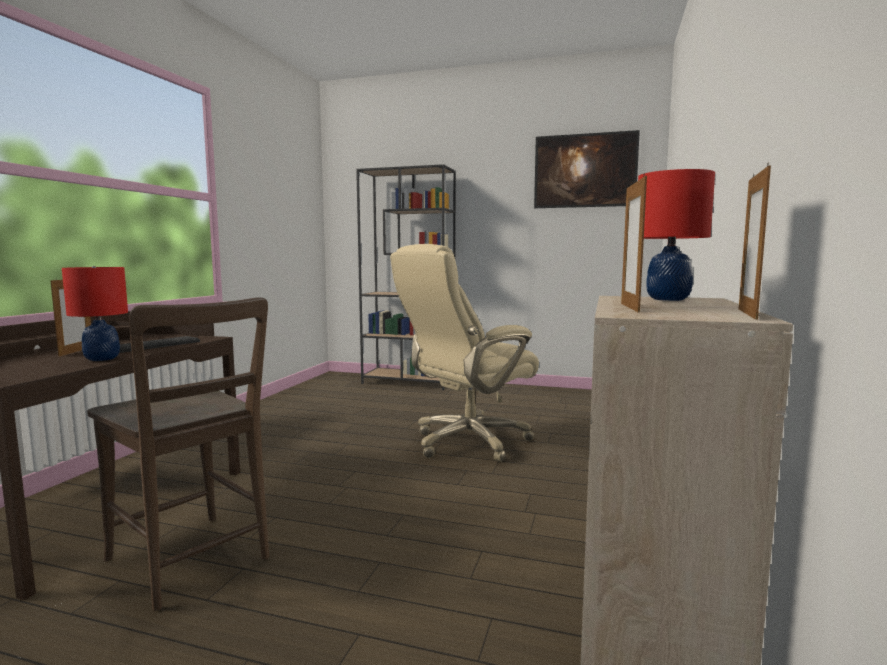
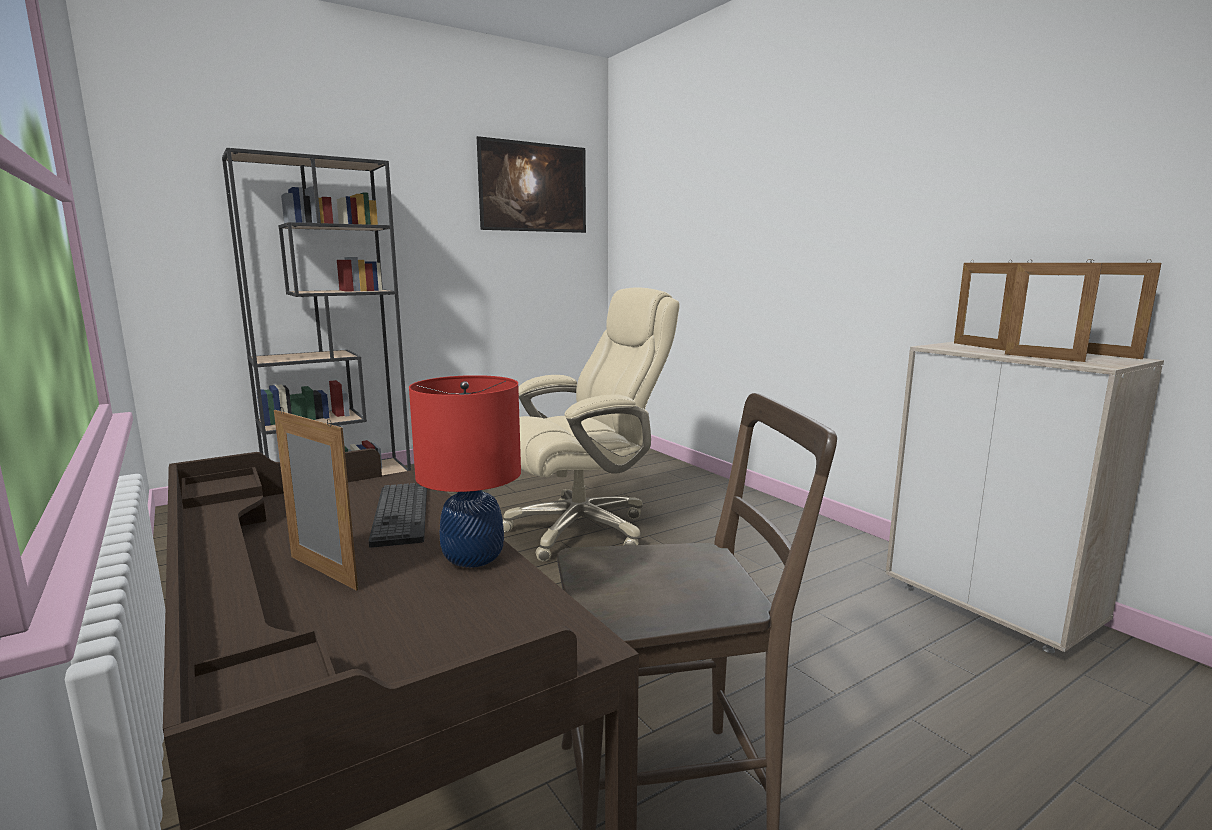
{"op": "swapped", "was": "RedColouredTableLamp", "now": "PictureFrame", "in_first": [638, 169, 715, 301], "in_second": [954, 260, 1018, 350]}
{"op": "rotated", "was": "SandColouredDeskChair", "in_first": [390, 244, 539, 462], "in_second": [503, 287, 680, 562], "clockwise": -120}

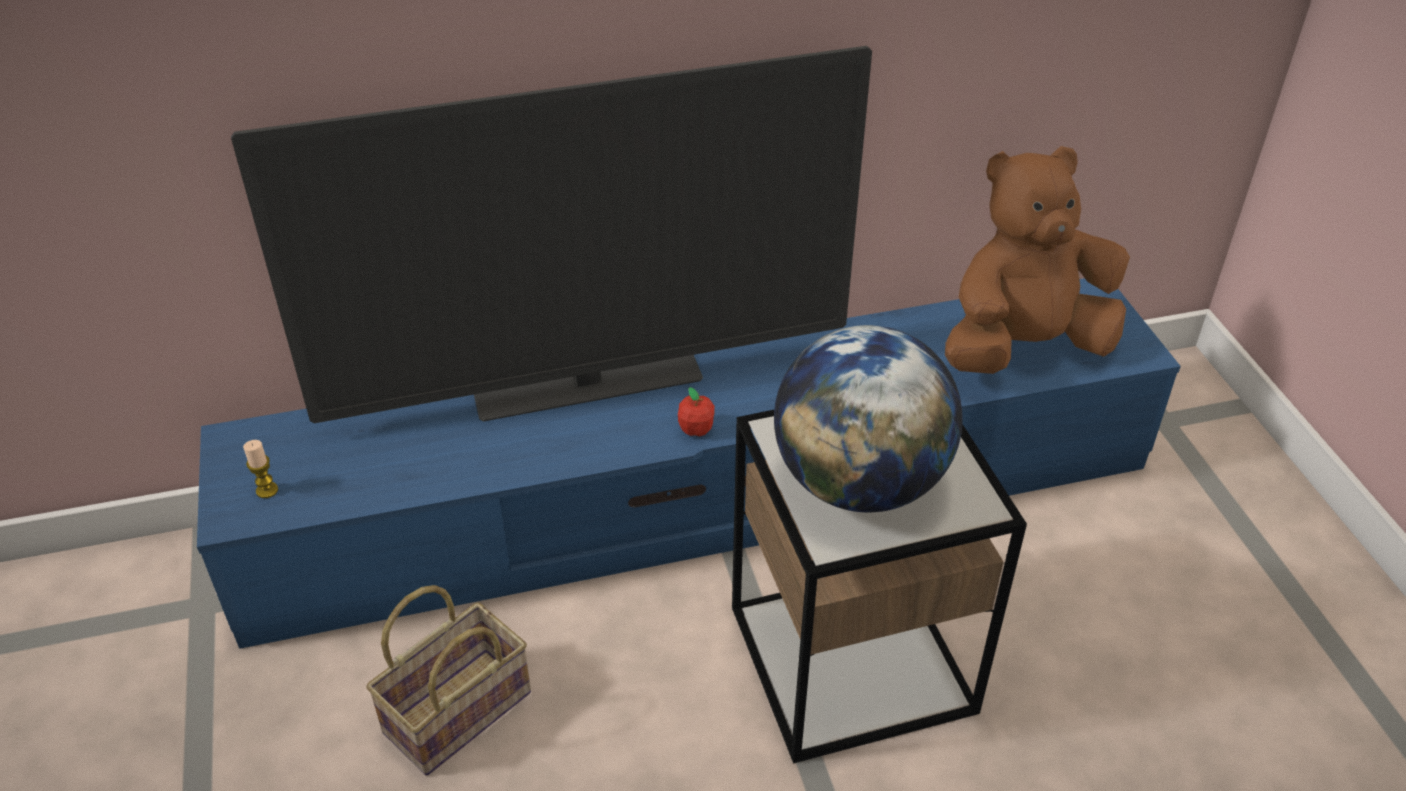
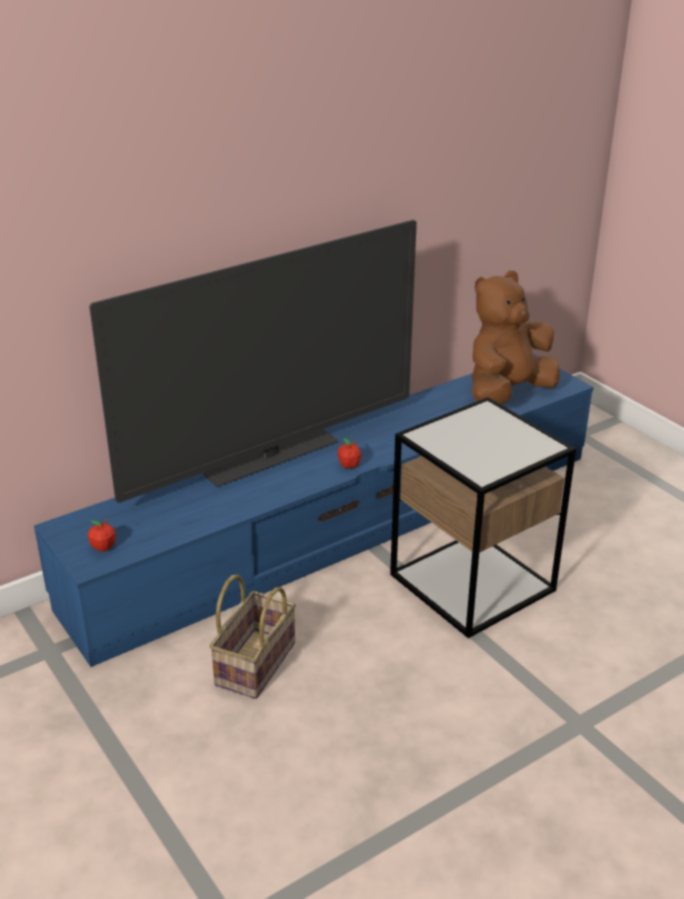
{"op": "gone", "was": "Globe", "in_first": [774, 325, 963, 512]}
{"op": "swapped", "was": "WaxLight", "now": "AppleFruit", "in_first": [243, 440, 278, 498], "in_second": [88, 519, 116, 552]}

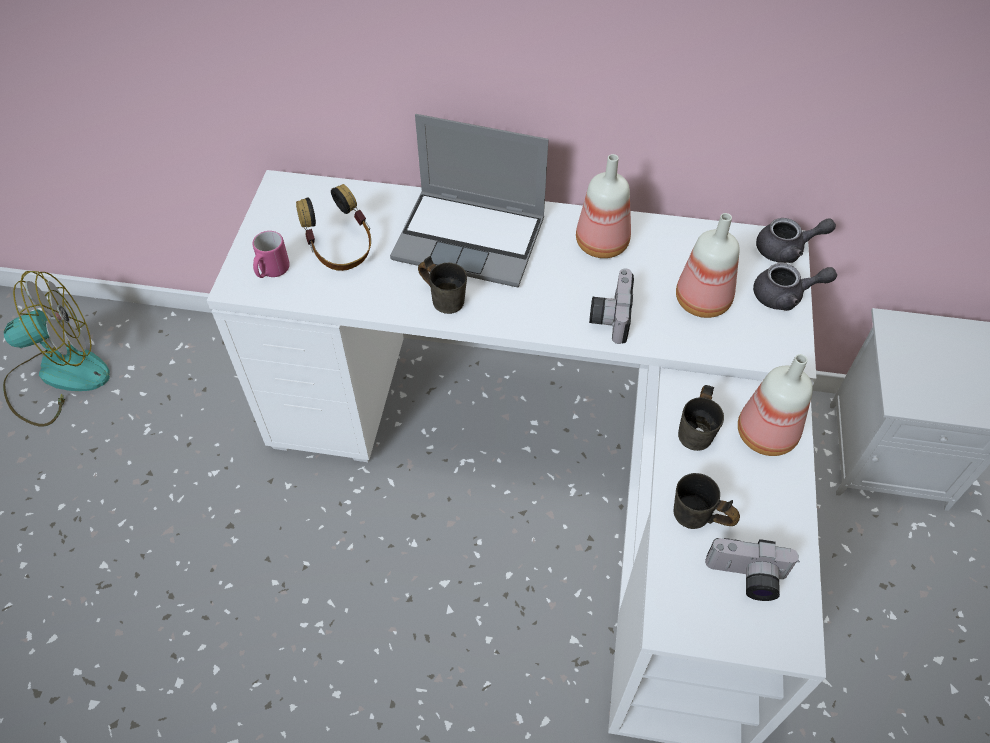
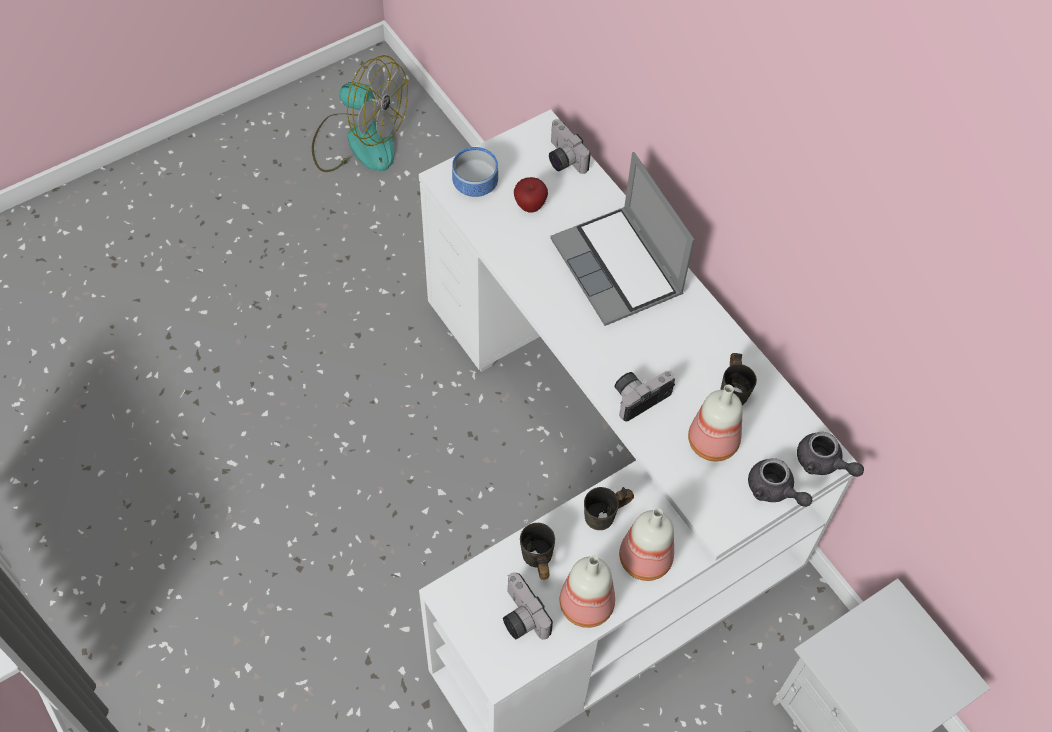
{"op": "shifted", "was": "Bottle", "in_first": [576, 154, 631, 258], "in_second": [560, 556, 615, 628]}
{"op": "swapped", "was": "Headset", "now": "AppleFruit", "in_first": [296, 184, 371, 271], "in_second": [514, 177, 548, 213]}
{"op": "swapped", "was": "PinkColouredCoffeeMug", "now": "ServingBowl", "in_first": [253, 231, 290, 278], "in_second": [452, 147, 498, 197]}
{"op": "shifted", "was": "GreyCoffeeMug", "in_first": [418, 256, 467, 314], "in_second": [720, 353, 757, 405]}
{"op": "new", "now": "PhotoCamera", "in_second": [549, 119, 591, 174]}

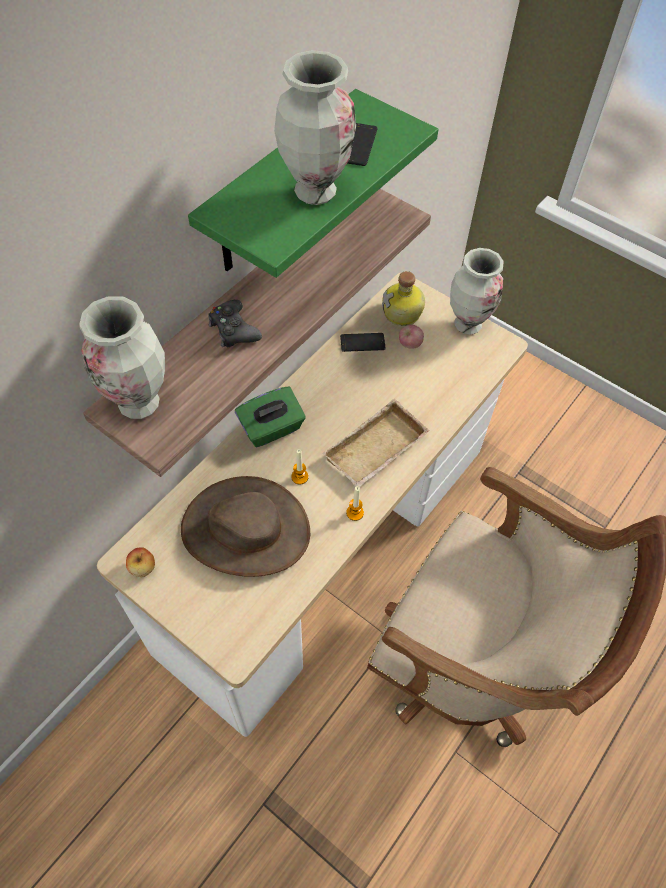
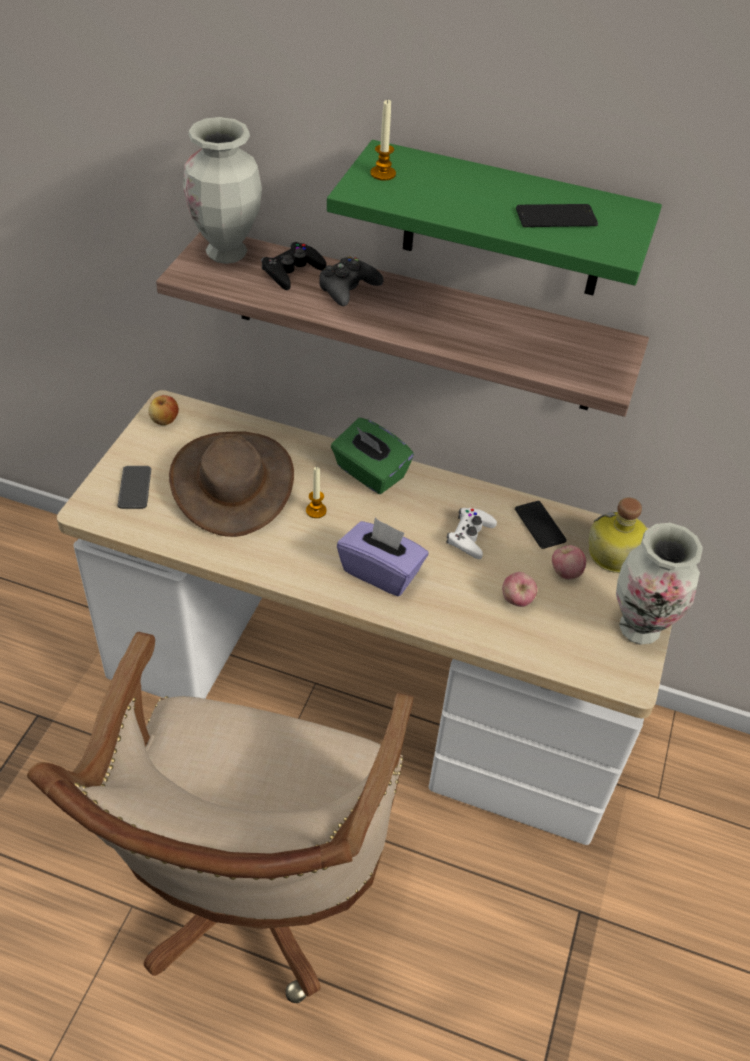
{"op": "gone", "was": "Vase", "in_first": [274, 50, 356, 205]}
{"op": "swapped", "was": "SandColouredCarryingTray", "now": "PurpleColouredTissueBox", "in_first": [323, 399, 430, 487], "in_second": [337, 518, 428, 596]}
{"op": "shifted", "was": "WaxLight", "in_first": [346, 486, 364, 521], "in_second": [370, 99, 396, 181]}
{"op": "new", "now": "BlackishGamepad", "in_second": [261, 242, 326, 290]}
{"op": "new", "now": "Telephone", "in_second": [118, 466, 151, 509]}
{"op": "new", "now": "WhitishGamepad", "in_second": [446, 508, 497, 559]}
{"op": "new", "now": "AppleFruit", "in_second": [502, 572, 537, 607]}

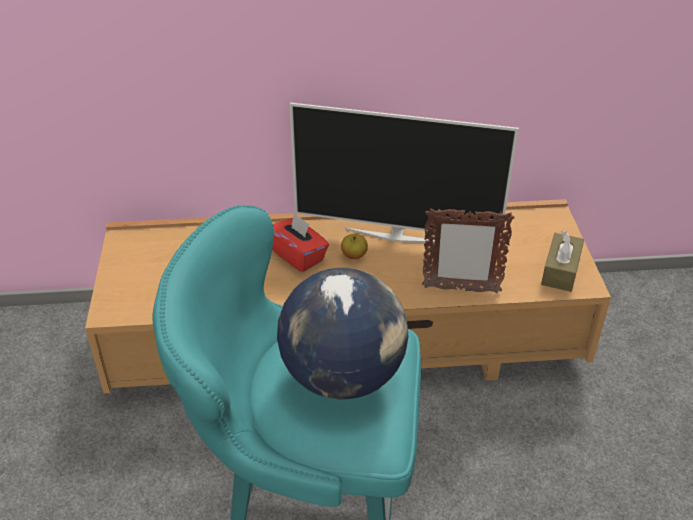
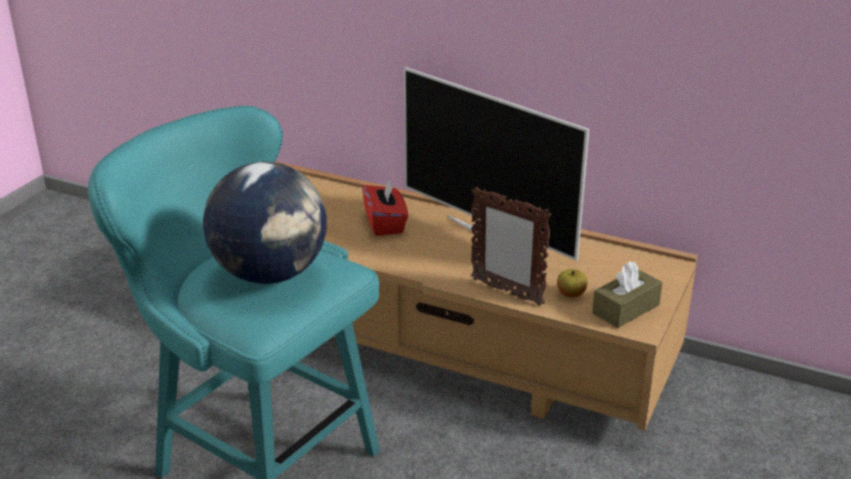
{"op": "shifted", "was": "AppleFruit", "in_first": [341, 234, 368, 259], "in_second": [557, 269, 588, 298]}

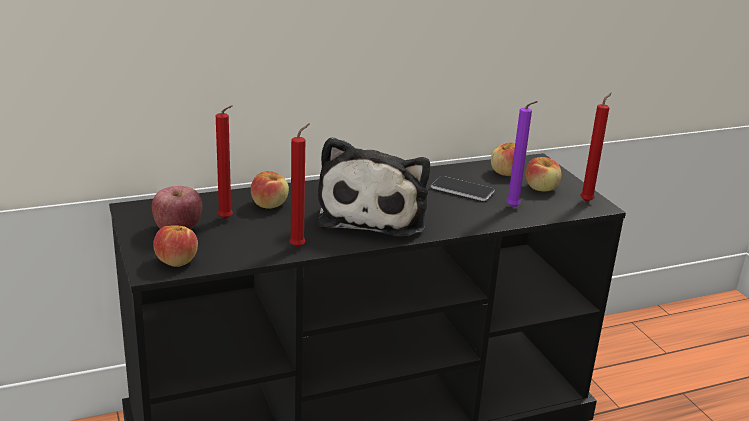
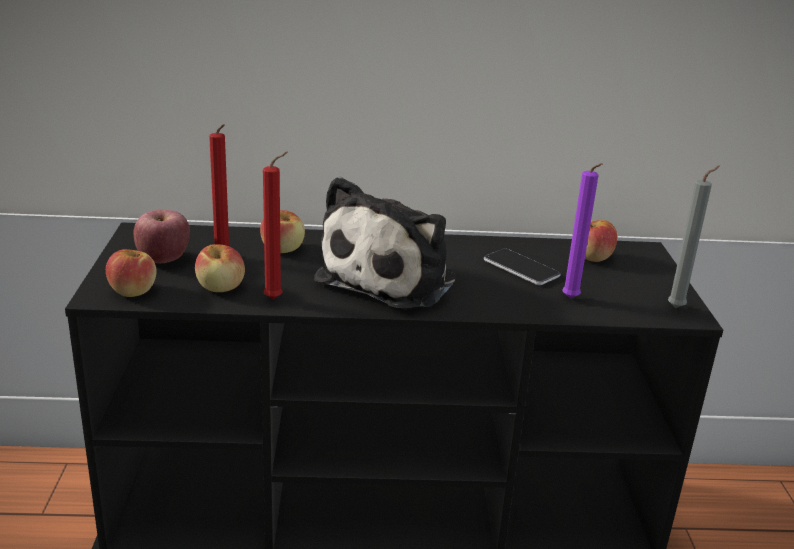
{"op": "repainted", "was": "RedColouredWaxLight", "now": "GreyWaxLight", "in_first": [580, 92, 612, 202], "in_second": [668, 166, 720, 308]}
{"op": "shifted", "was": "AppleFruit", "in_first": [526, 157, 561, 192], "in_second": [195, 244, 245, 292]}

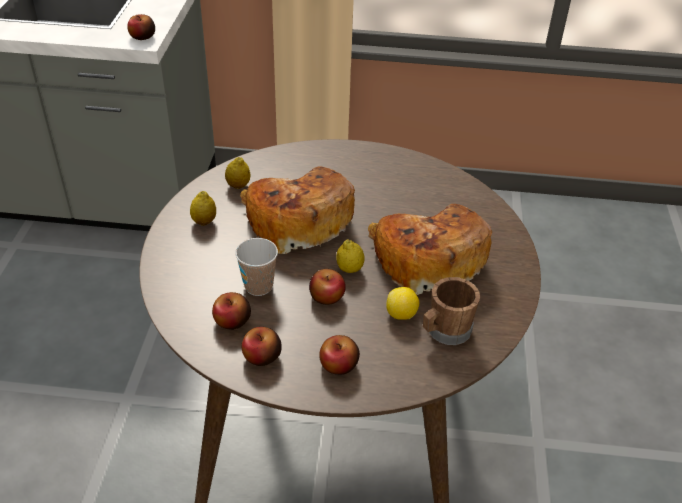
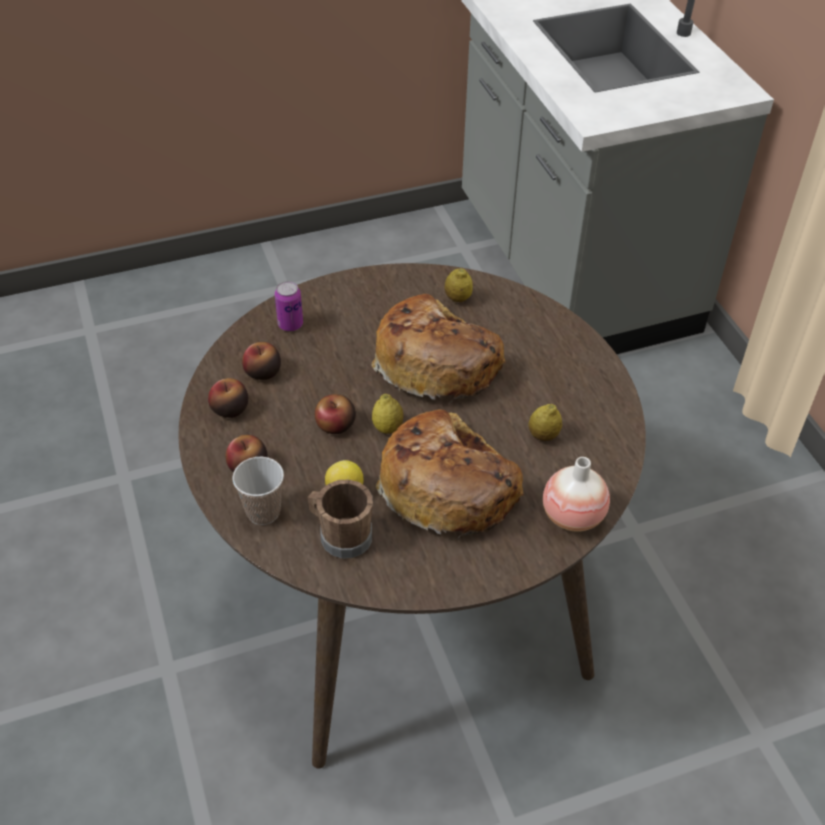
{"op": "gone", "was": "AppleFruit", "in_first": [127, 14, 155, 40]}
{"op": "shifted", "was": "Lemon", "in_first": [190, 191, 216, 226], "in_second": [528, 404, 562, 441]}
{"op": "shifted", "was": "Cup", "in_first": [235, 238, 278, 296], "in_second": [232, 457, 284, 525]}
{"op": "new", "now": "MetalCan", "in_second": [275, 281, 303, 331]}
{"op": "new", "now": "Vase", "in_second": [543, 457, 610, 532]}

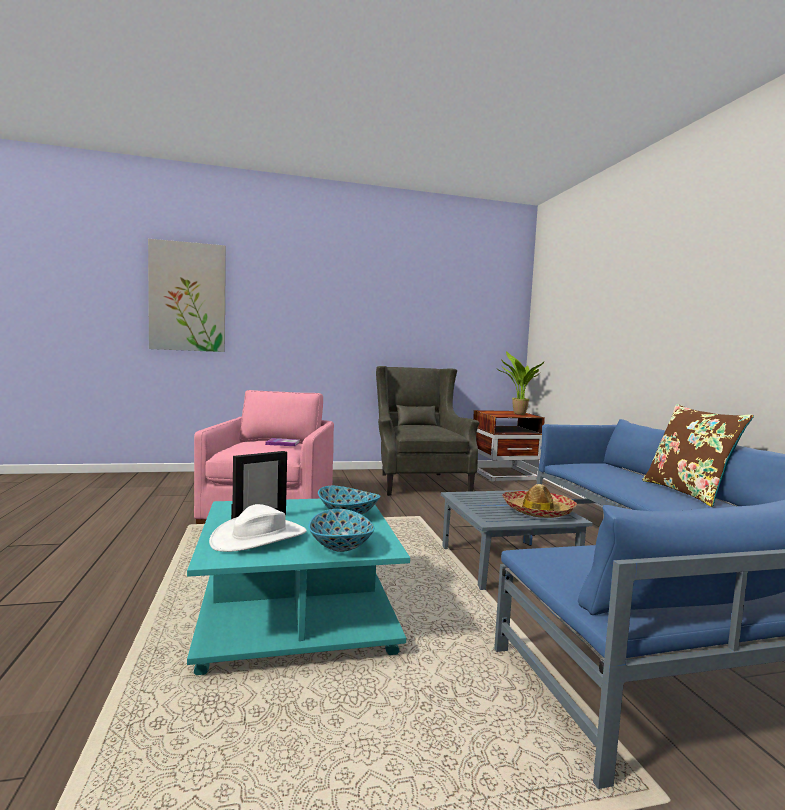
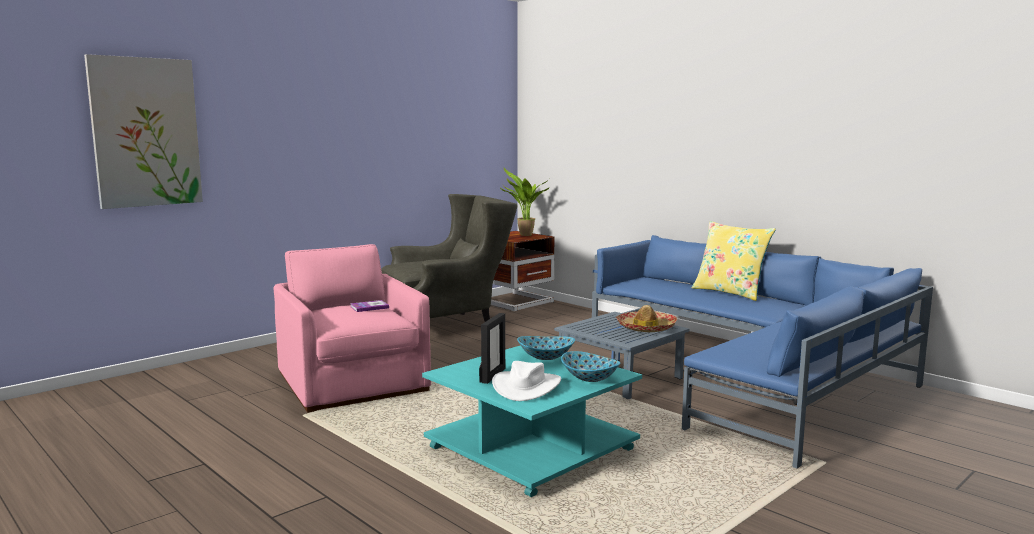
{"op": "rotated", "was": "GreyArmchair", "in_first": [376, 366, 479, 496], "in_second": [381, 194, 518, 322], "clockwise": 105}
{"op": "repainted", "was": "BrownThrowPillow", "now": "YellowColouredThrowPillow", "in_first": [642, 404, 754, 507], "in_second": [692, 221, 776, 301]}

